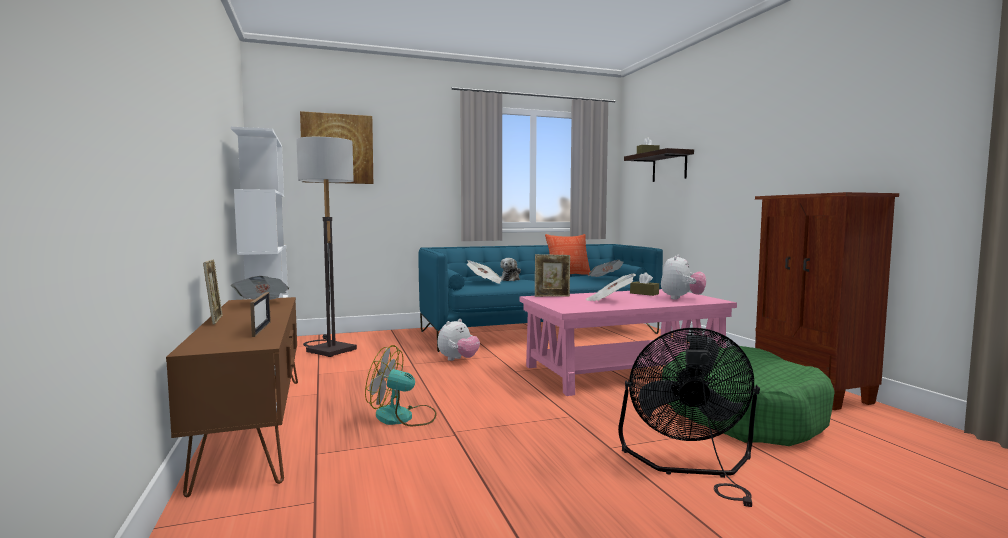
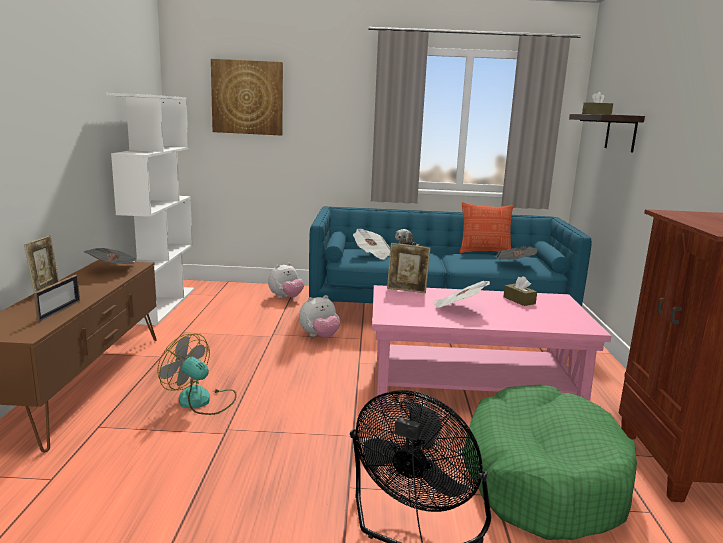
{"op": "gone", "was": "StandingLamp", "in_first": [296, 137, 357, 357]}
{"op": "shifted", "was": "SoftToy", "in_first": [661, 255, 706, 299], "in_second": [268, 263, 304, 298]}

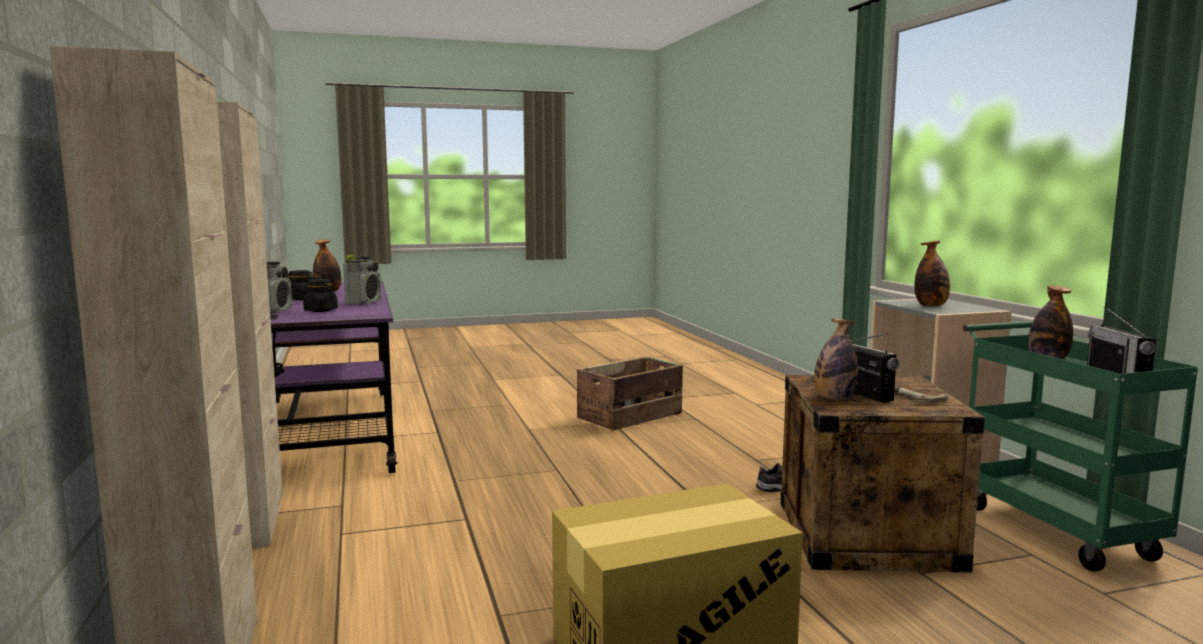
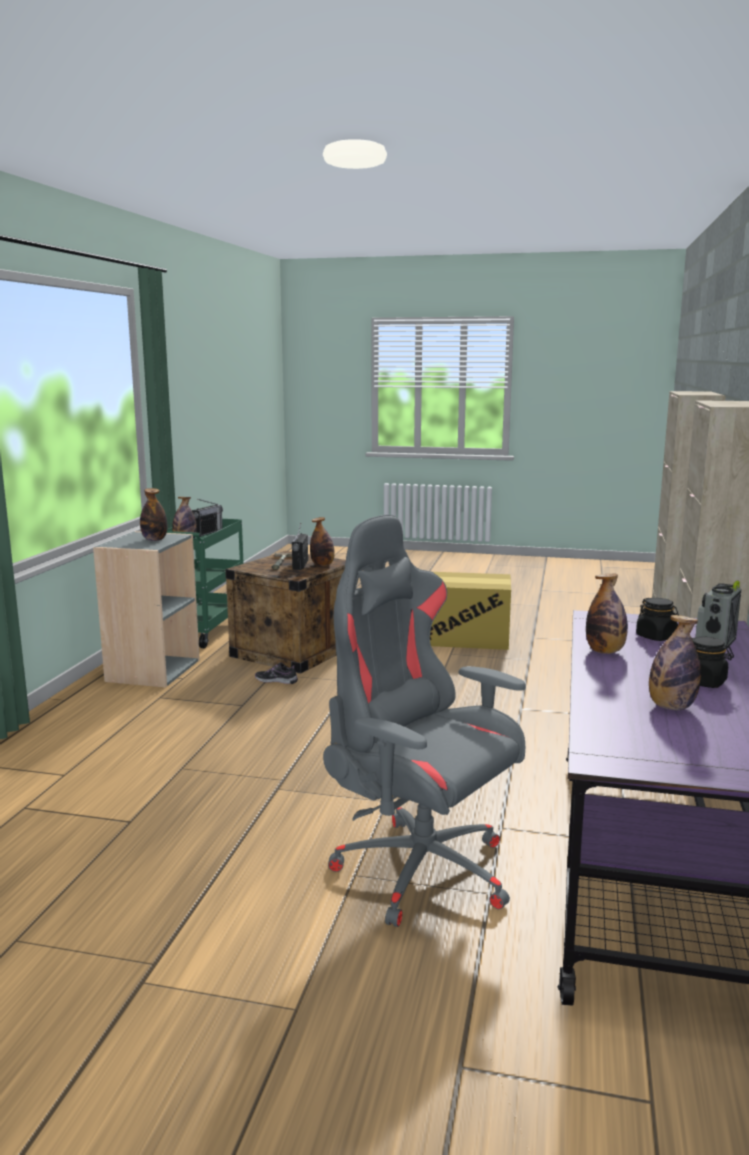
{"op": "swapped", "was": "RadioReceiver", "now": "Bottle", "in_first": [343, 255, 382, 305], "in_second": [586, 574, 628, 654]}
{"op": "gone", "was": "PackingCrate", "in_first": [577, 357, 683, 431]}
{"op": "new", "now": "GreyDeskChair", "in_second": [323, 515, 526, 927]}

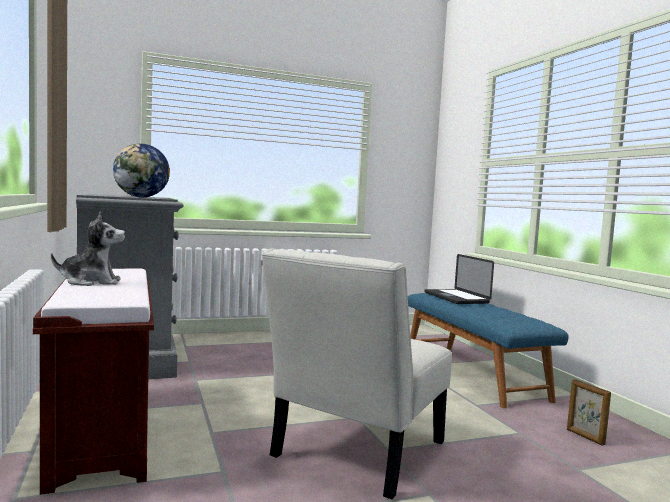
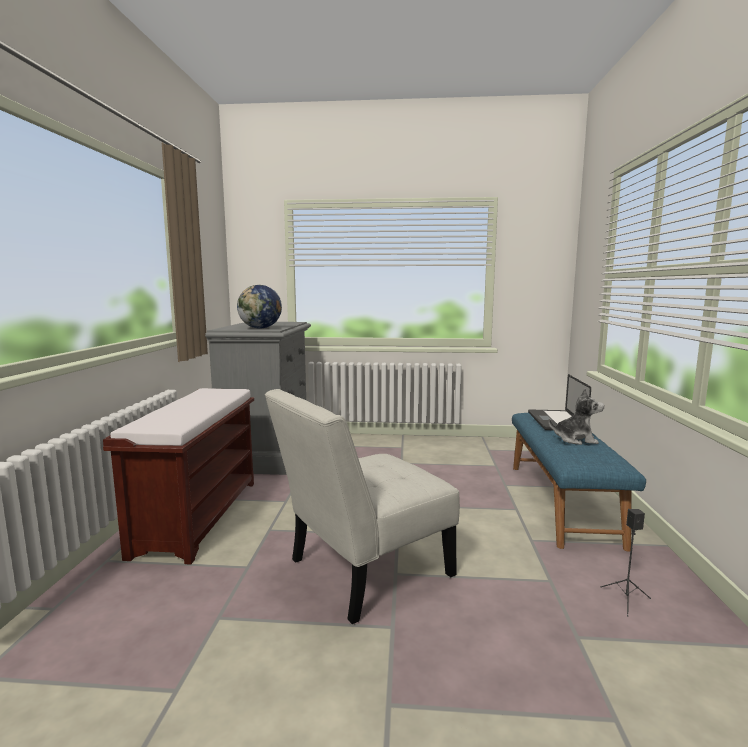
{"op": "shifted", "was": "SoftToy", "in_first": [51, 212, 125, 286], "in_second": [549, 388, 604, 445]}
{"op": "swapped", "was": "PictureFrame", "now": "BlackishAudioSpeaker", "in_first": [567, 379, 611, 446], "in_second": [601, 509, 651, 616]}

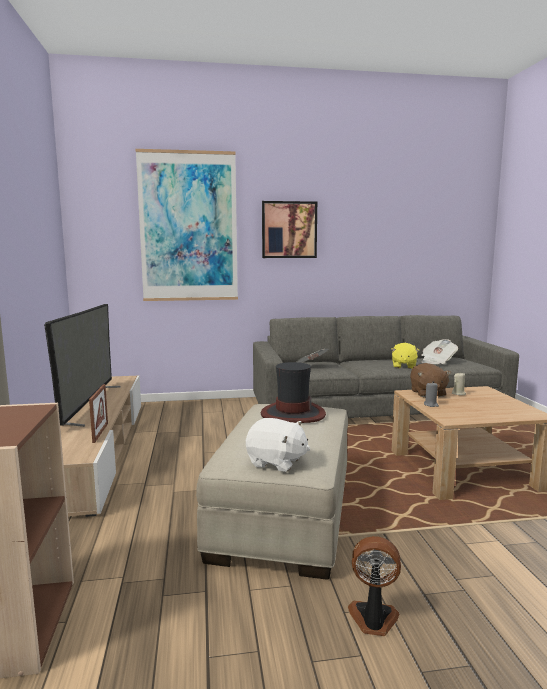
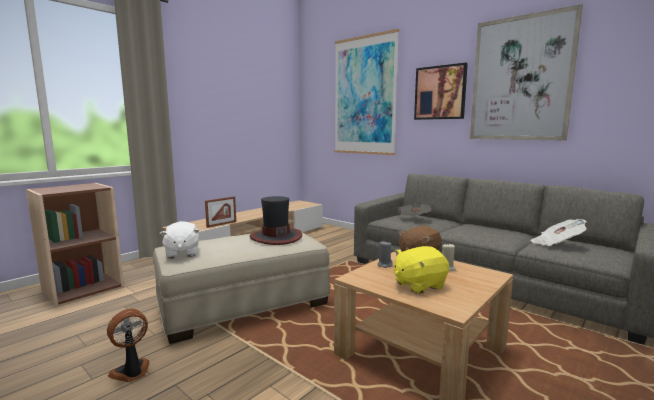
{"op": "gone", "was": "Tv", "in_first": [44, 304, 121, 427]}
{"op": "shifted", "was": "YellowColouredSoftToy", "in_first": [392, 343, 420, 369], "in_second": [394, 246, 449, 294]}
{"op": "rotated", "was": "CoolingFan", "in_first": [348, 536, 401, 636], "in_second": [107, 309, 149, 382], "clockwise": -105}
{"op": "new", "now": "Picture", "in_second": [470, 4, 583, 141]}

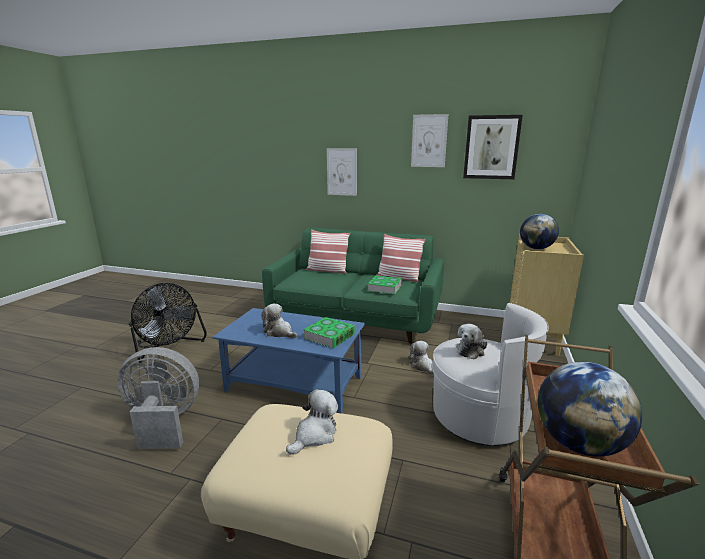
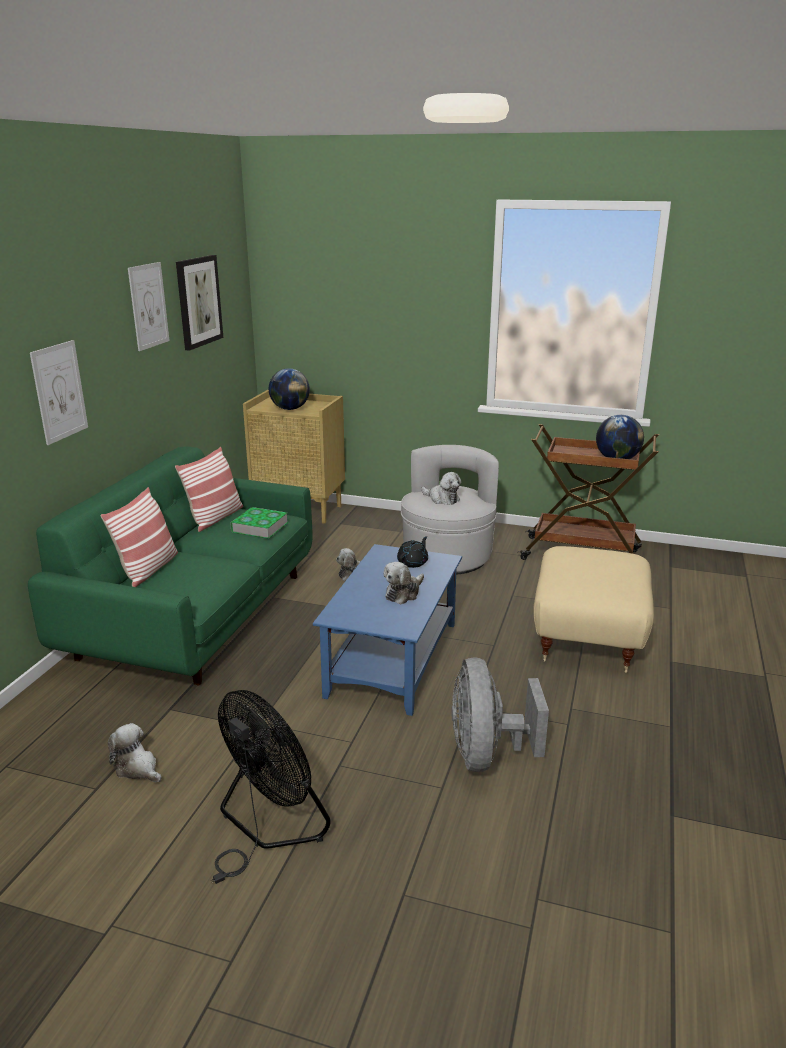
{"op": "swapped", "was": "Volume", "now": "BlackishTeaPot", "in_first": [303, 317, 355, 348], "in_second": [397, 536, 428, 568]}
{"op": "shifted", "was": "SoftToy", "in_first": [286, 389, 338, 455], "in_second": [108, 723, 162, 782]}

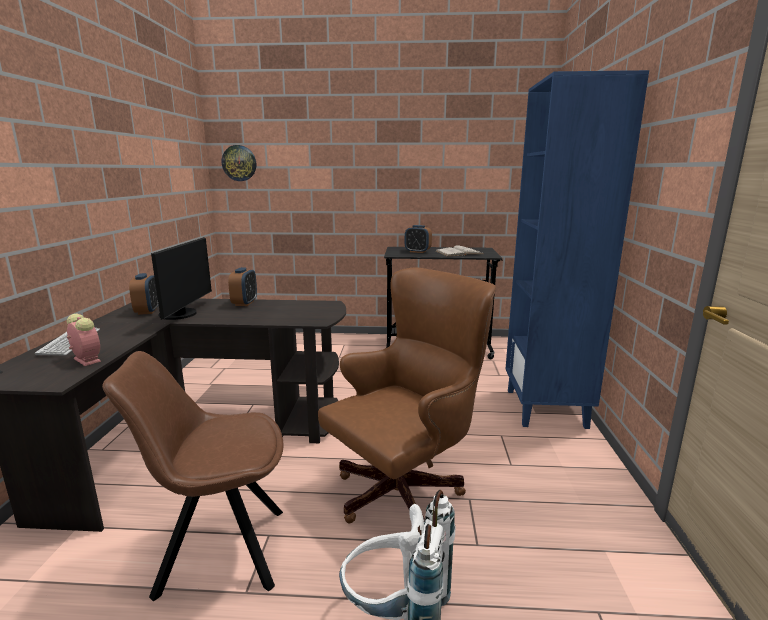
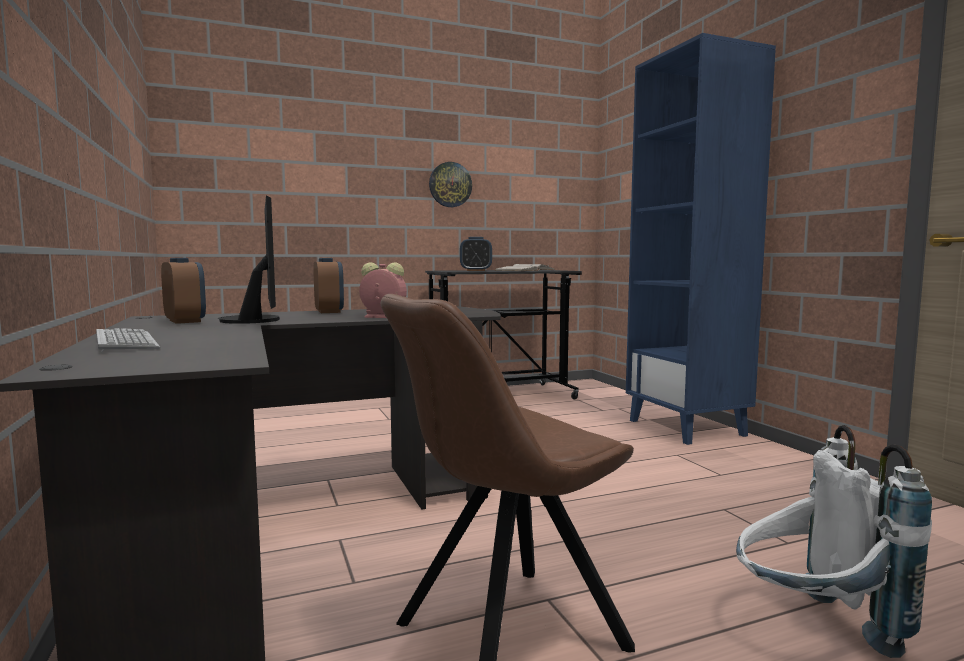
{"op": "shifted", "was": "ClockOnTheWall", "in_first": [222, 145, 256, 181], "in_second": [429, 162, 472, 207]}
{"op": "gone", "was": "BrownDeskChair", "in_first": [318, 267, 496, 523]}
{"op": "shifted", "was": "TableClock", "in_first": [67, 314, 101, 366], "in_second": [359, 262, 407, 318]}

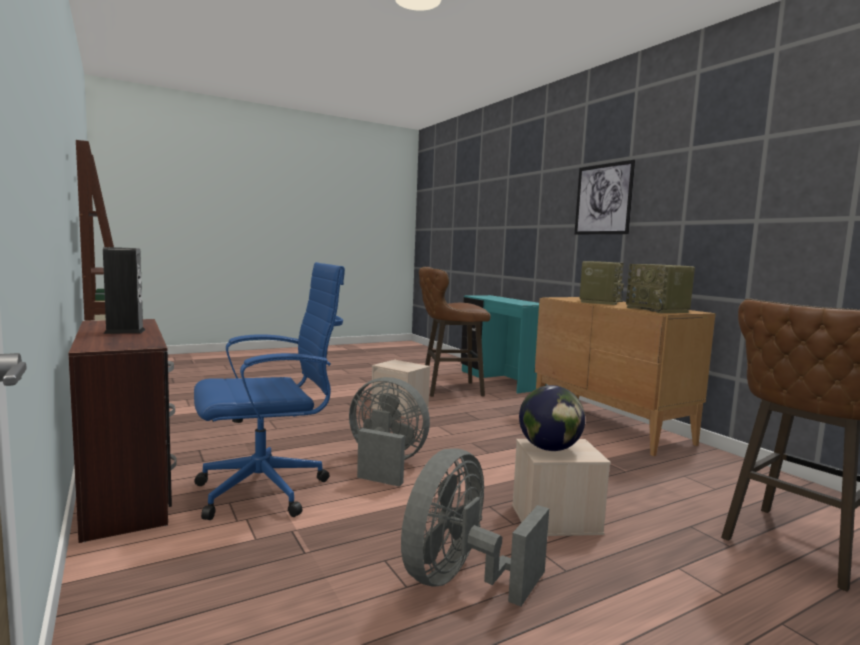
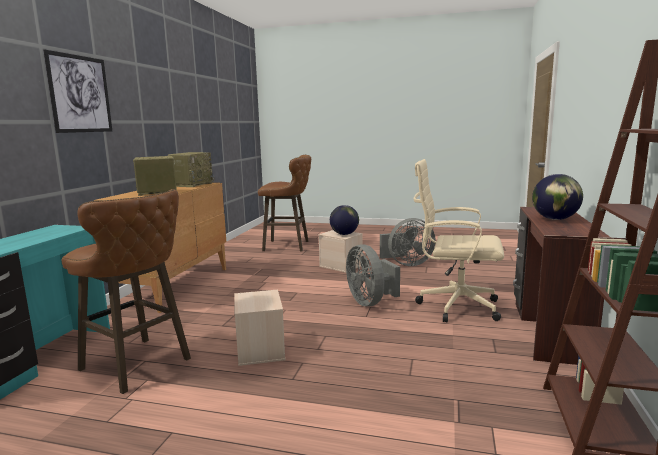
{"op": "swapped", "was": "AudioSpeaker", "now": "Globe", "in_first": [103, 247, 145, 334], "in_second": [532, 174, 583, 220]}
{"op": "repainted", "was": "BlueColouredDeskChair", "now": "SandColouredDeskChair", "in_first": [194, 262, 345, 520], "in_second": [414, 159, 504, 322]}

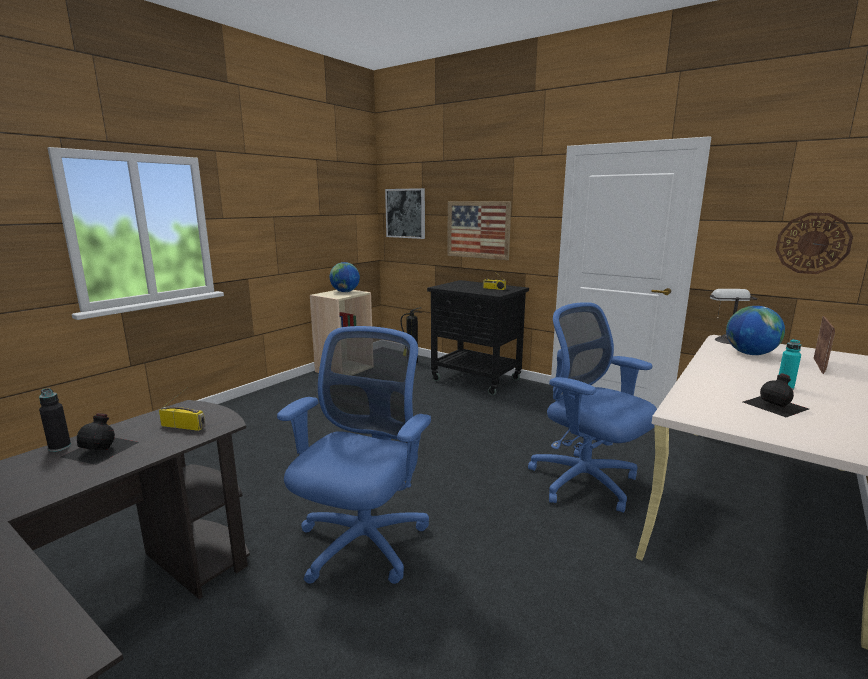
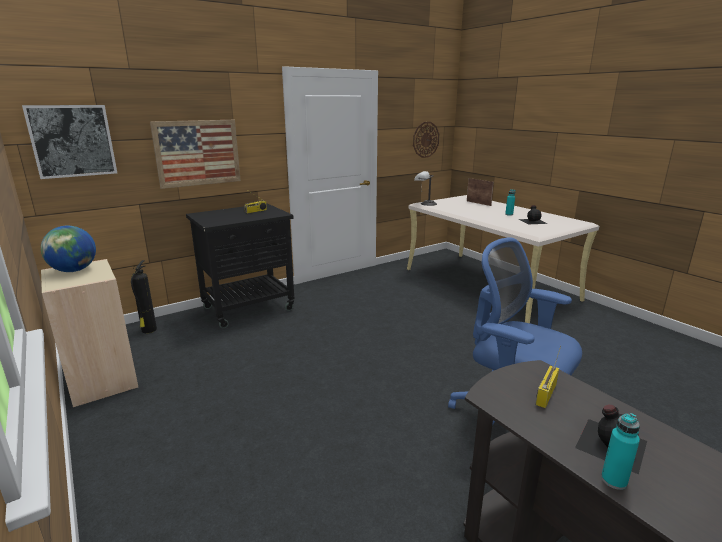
{"op": "gone", "was": "BlueColouredDeskChair", "in_first": [528, 302, 657, 513]}
{"op": "gone", "was": "Globe", "in_first": [726, 306, 785, 355]}
{"op": "repainted", "was": "BlackishBottle", "now": "TurquoiseColouredBottle", "in_first": [39, 388, 71, 452], "in_second": [601, 413, 640, 490]}

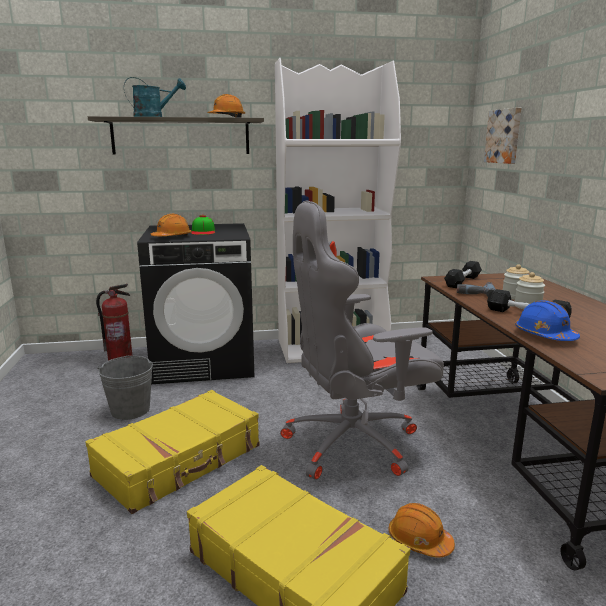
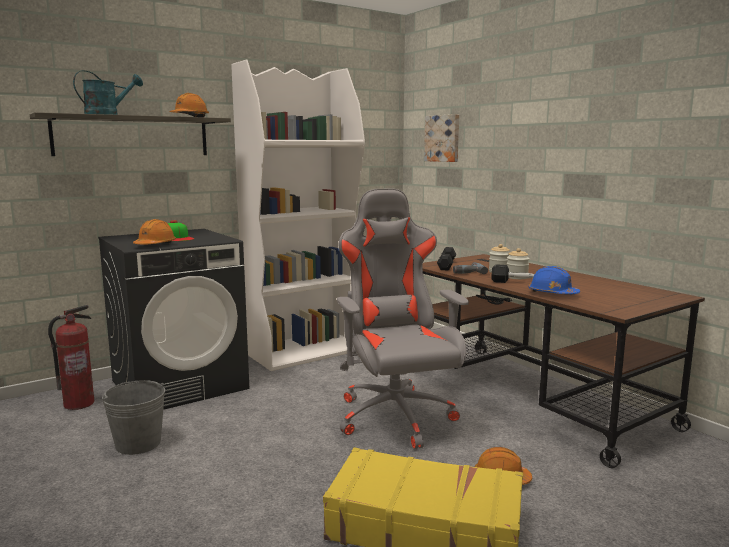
{"op": "rotated", "was": "GreyDeskChair", "in_first": [280, 200, 444, 480], "in_second": [337, 188, 469, 449], "clockwise": 120}
{"op": "gone", "was": "YellowColouredSuitcase", "in_first": [85, 390, 259, 514]}

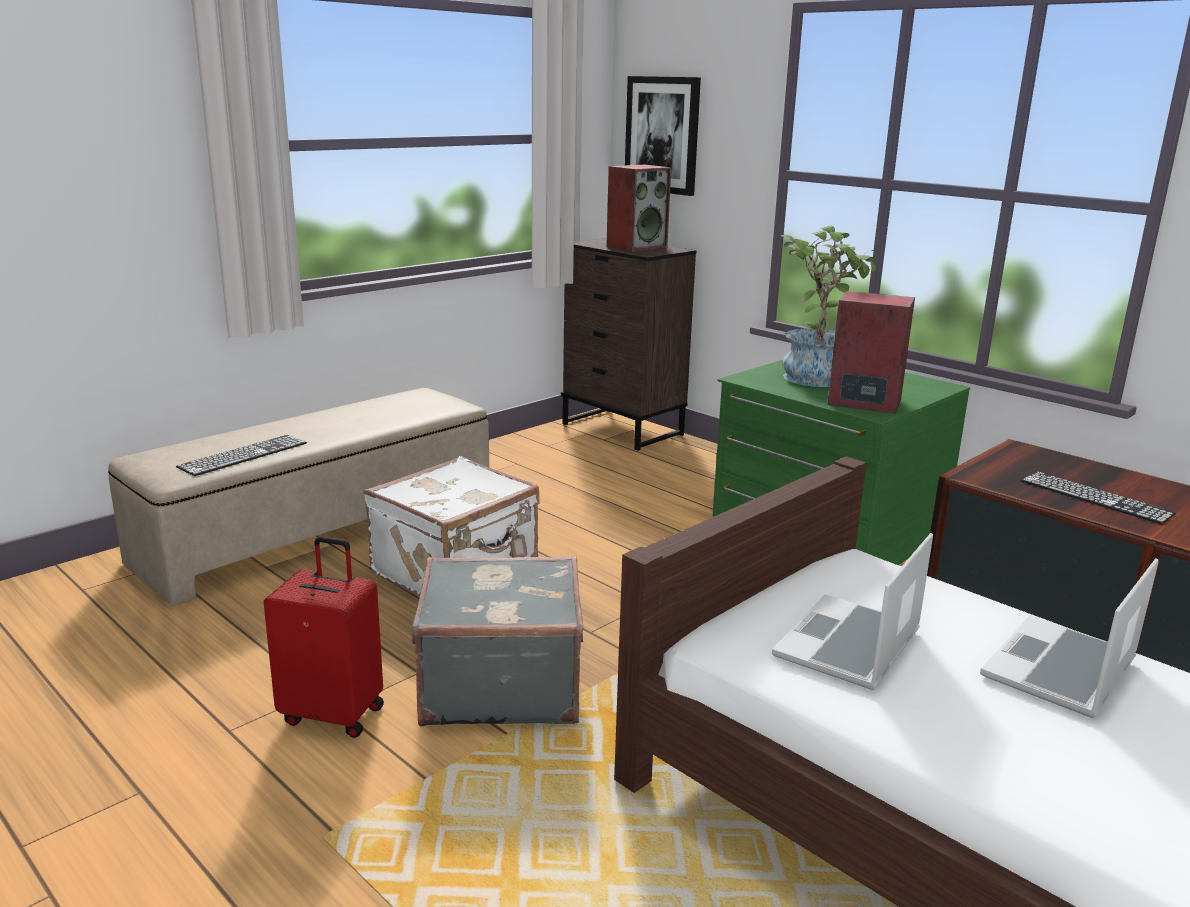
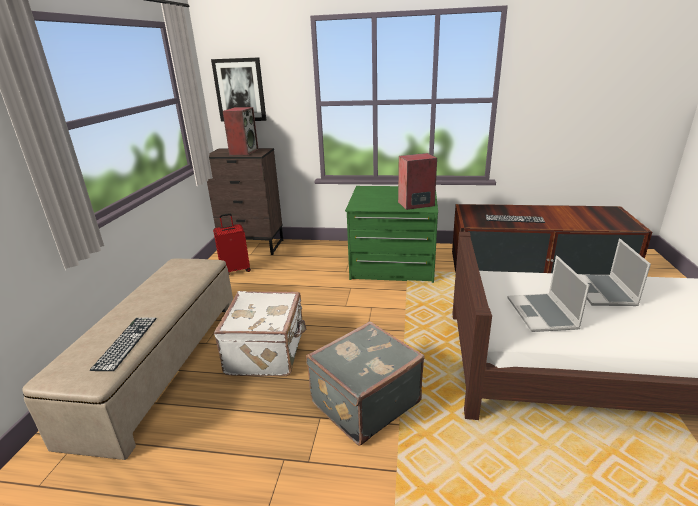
{"op": "gone", "was": "Houseplant", "in_first": [781, 226, 881, 387]}
{"op": "shifted", "was": "RedColouredSuitcase", "in_first": [263, 536, 384, 738], "in_second": [213, 213, 251, 275]}

